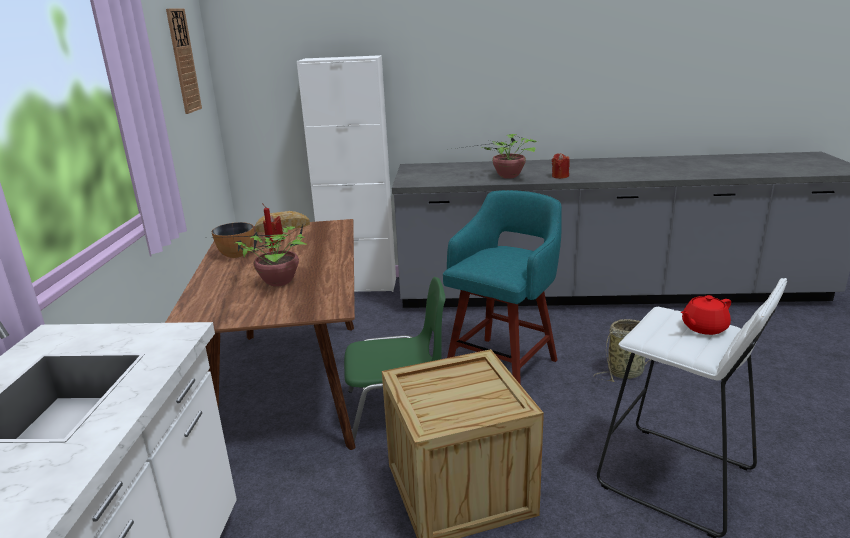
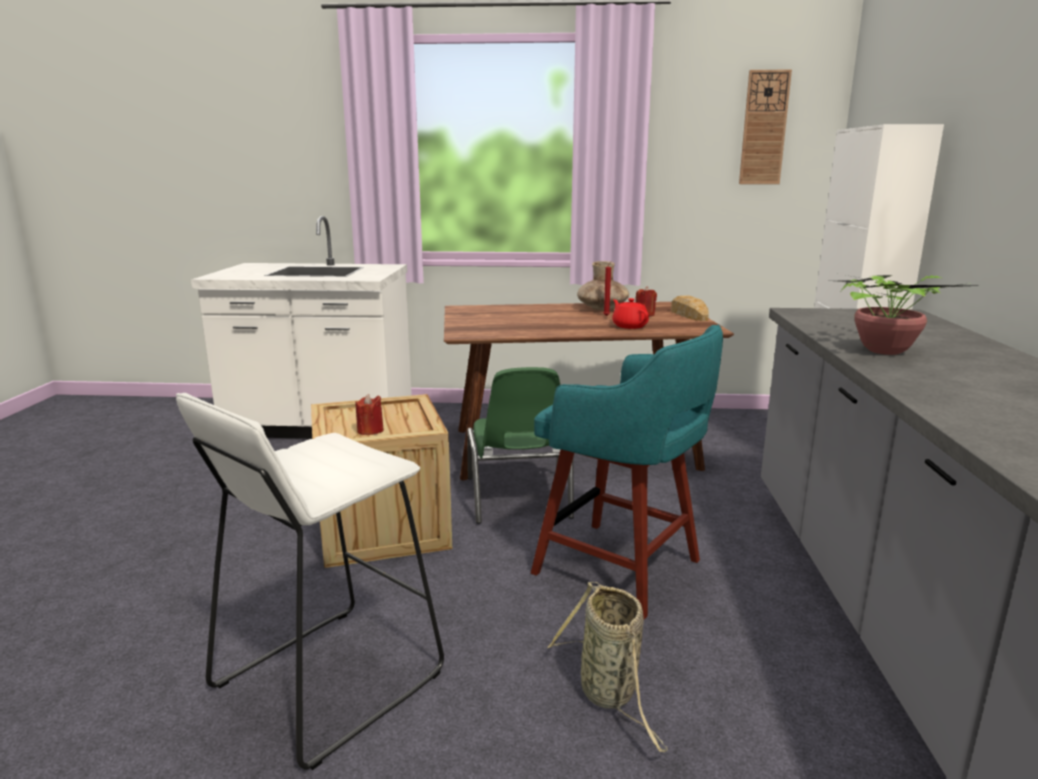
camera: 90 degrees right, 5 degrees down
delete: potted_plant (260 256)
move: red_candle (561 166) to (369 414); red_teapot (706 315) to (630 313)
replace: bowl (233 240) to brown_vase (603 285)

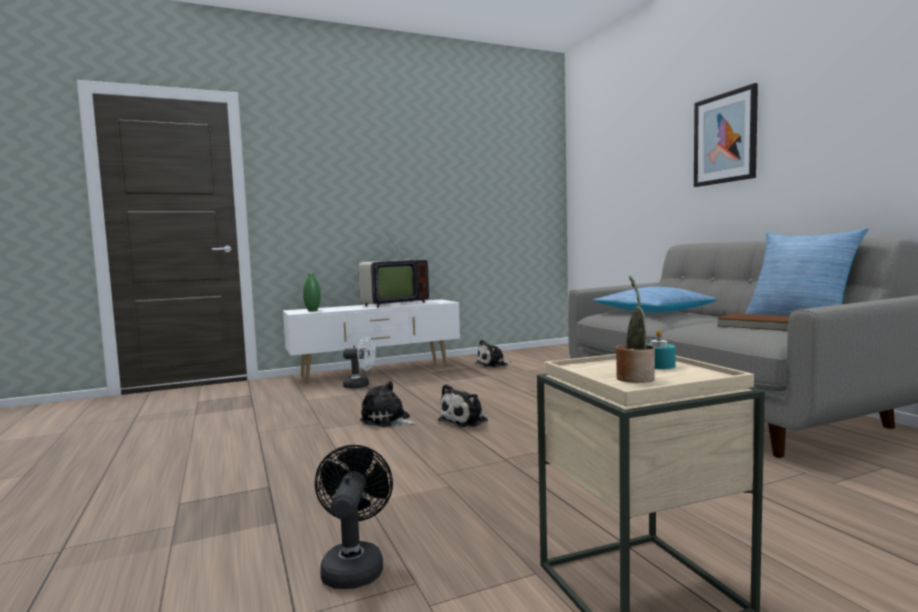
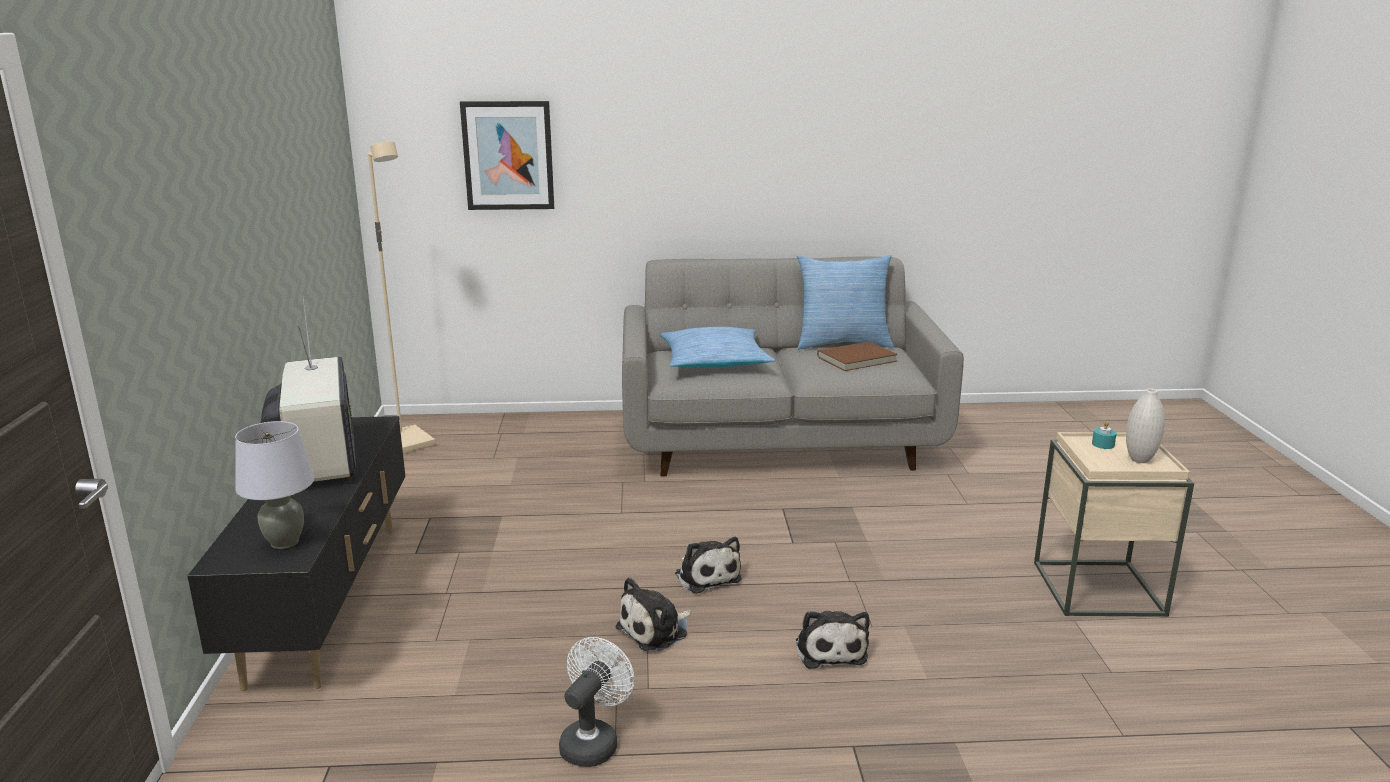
camera: 70 degrees left, 15 degrees up
delete: black_fan (354 517)
insert: beige_floor_lamp (401 297)
move: picture (726 135) to (507 155); white_fan (359 362) to (597 702); plush_toy (493 354) to (833 640)
replace: green_vase (312 292) to grey_table_lamp (274 485); potted_plant (635 329) to white_vase (1145 425)
recolor: white_tv_stand (371 341) to black_tv_stand (296 553)

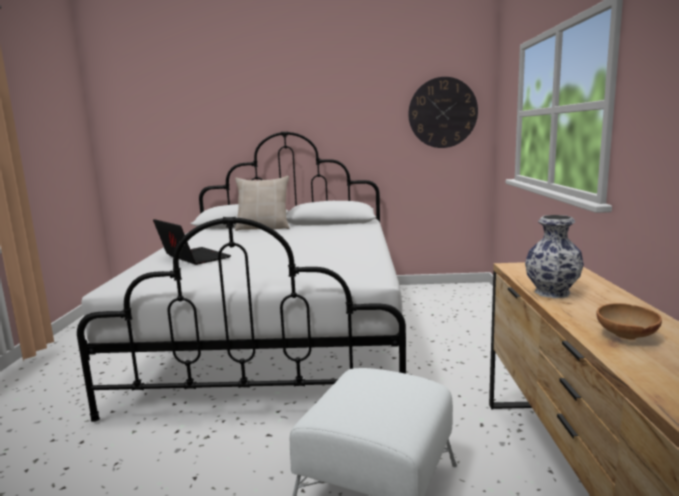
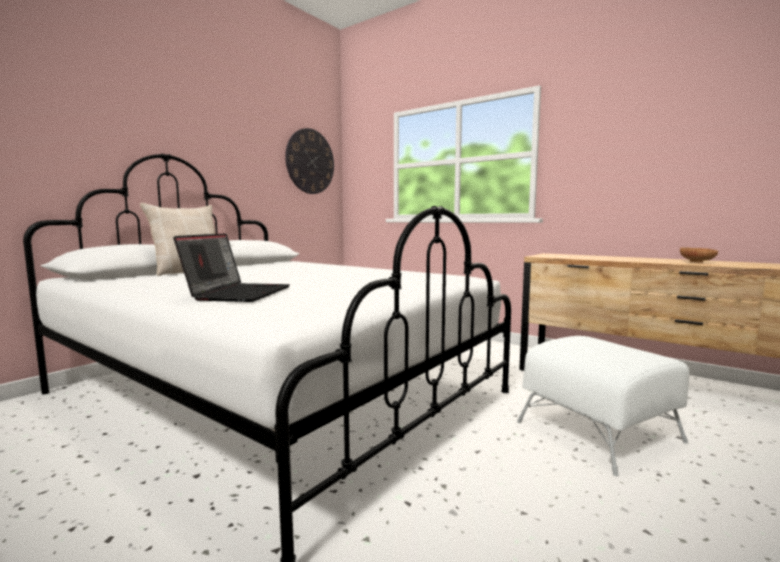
camera: 55 degrees left, 5 degrees down
delete: vase (554 256)
rotate: laptop (192 242) = (231 267) 105 degrees clockwise

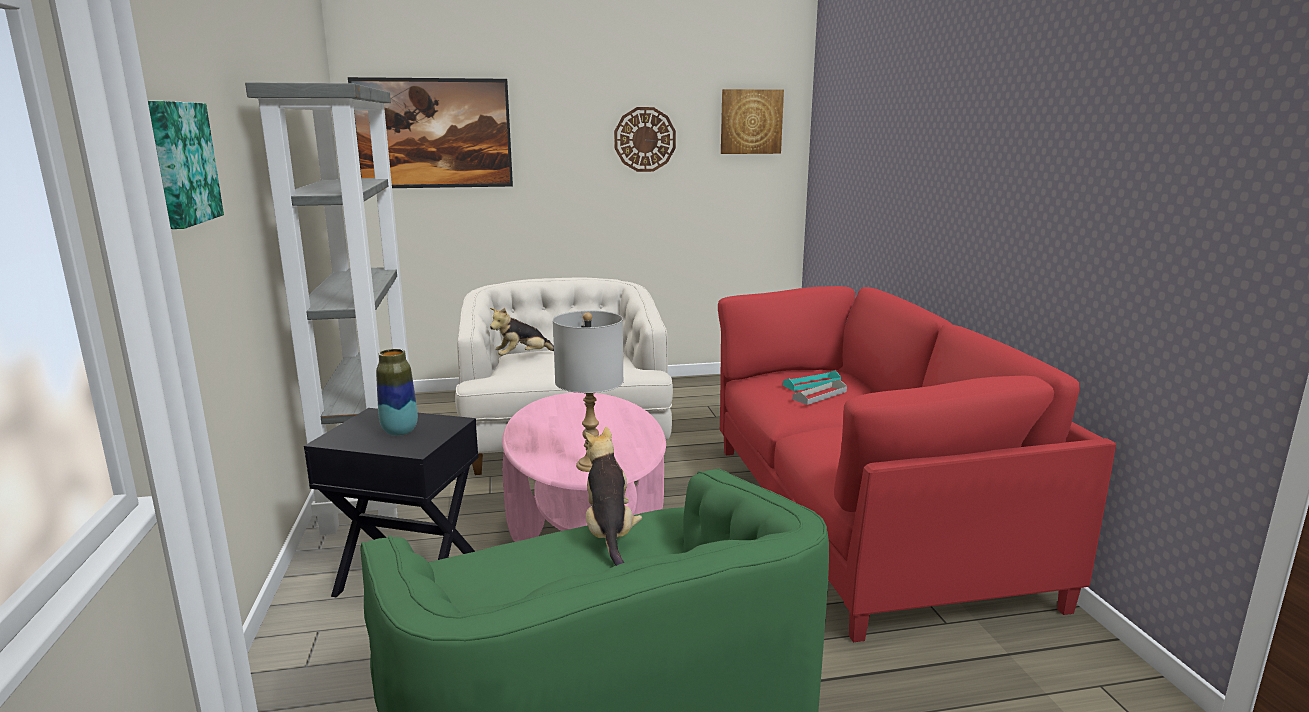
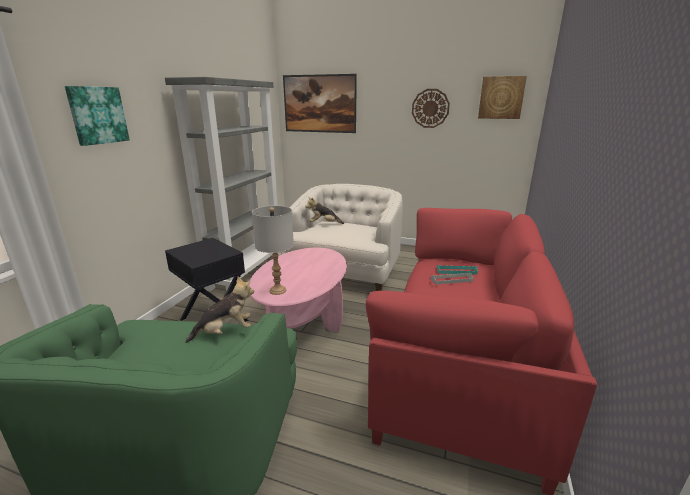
camera: 30 degrees right, 5 degrees up
delete: vase (397 392)
rotate: plush_toy (613 496) = (219 309) 45 degrees clockwise

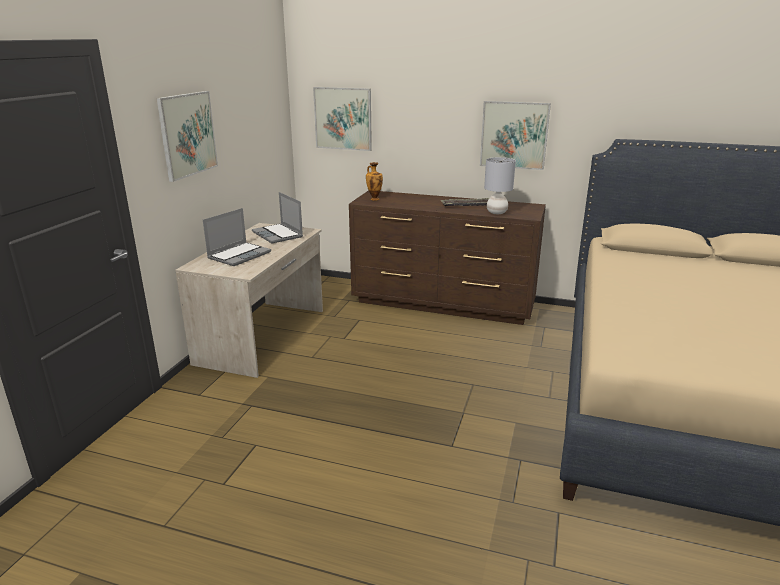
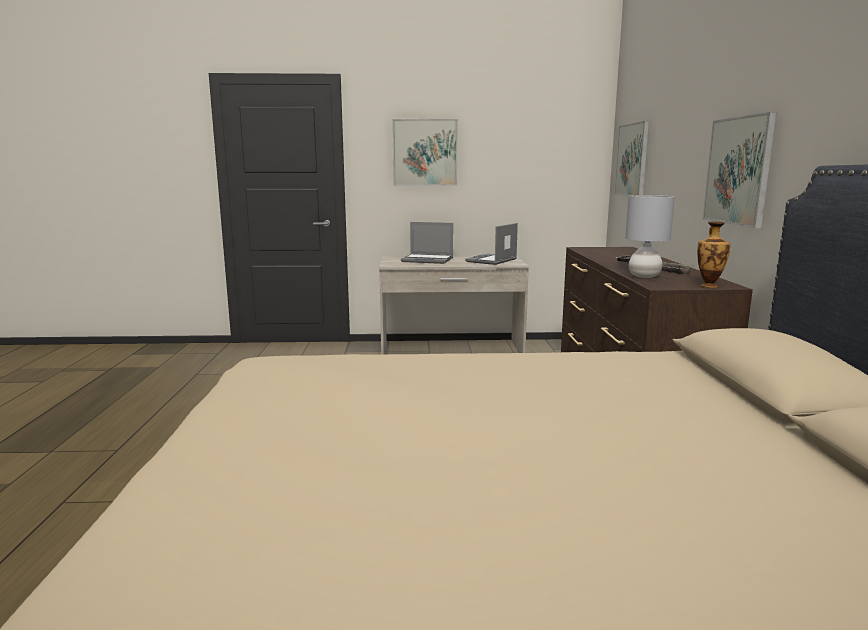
camera: 70 degrees right, 10 degrees down
move: vase (374 181) to (714 255)

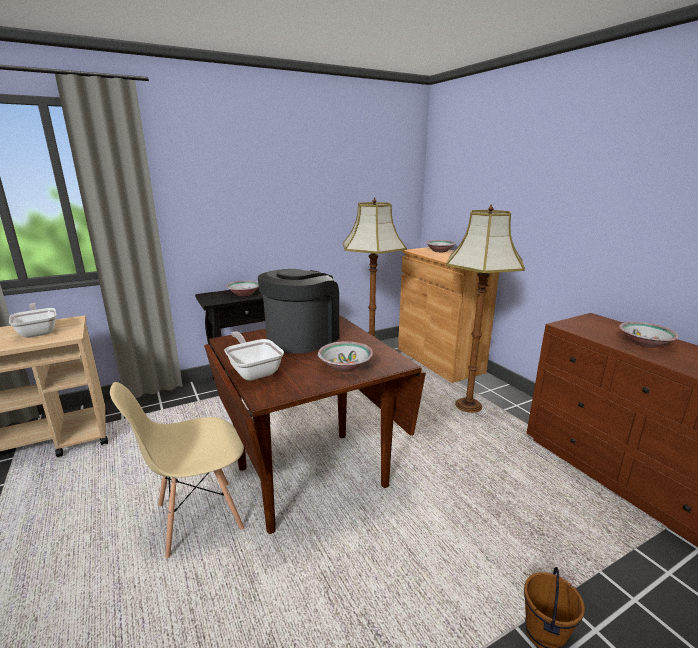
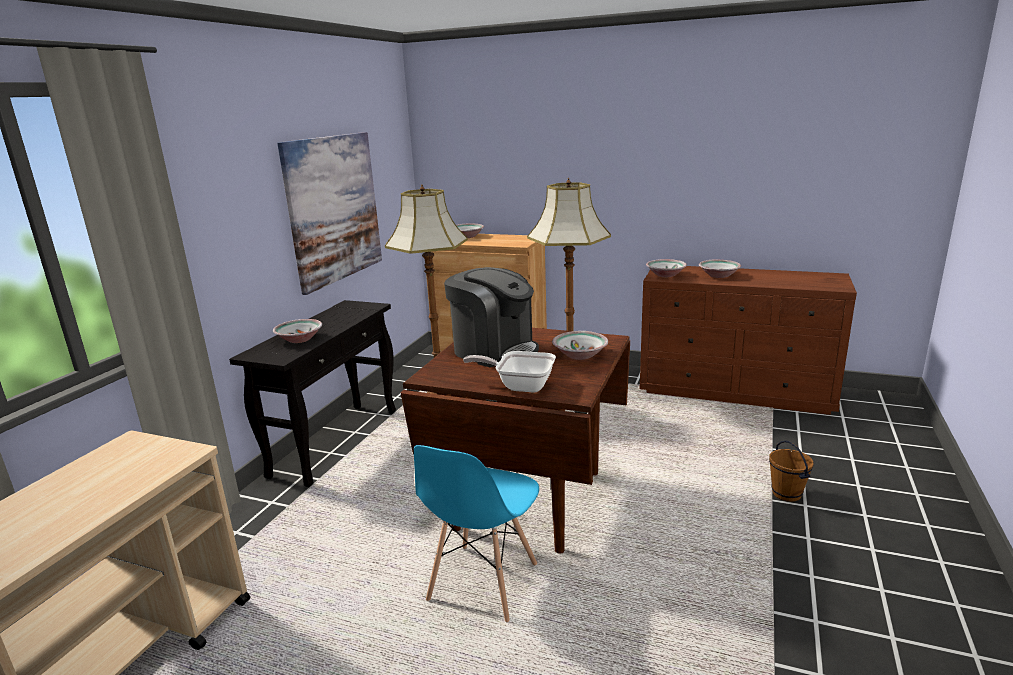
camera: 40 degrees left, 0 degrees up
delete: frying_pan (32 320)
insert: picture (329 213); bowl (666 268)
recolor: beige_chair (177 470) to blue_chair (476 534)
rotate: coffee_machine (298 311) = (491 317) 135 degrees clockwise

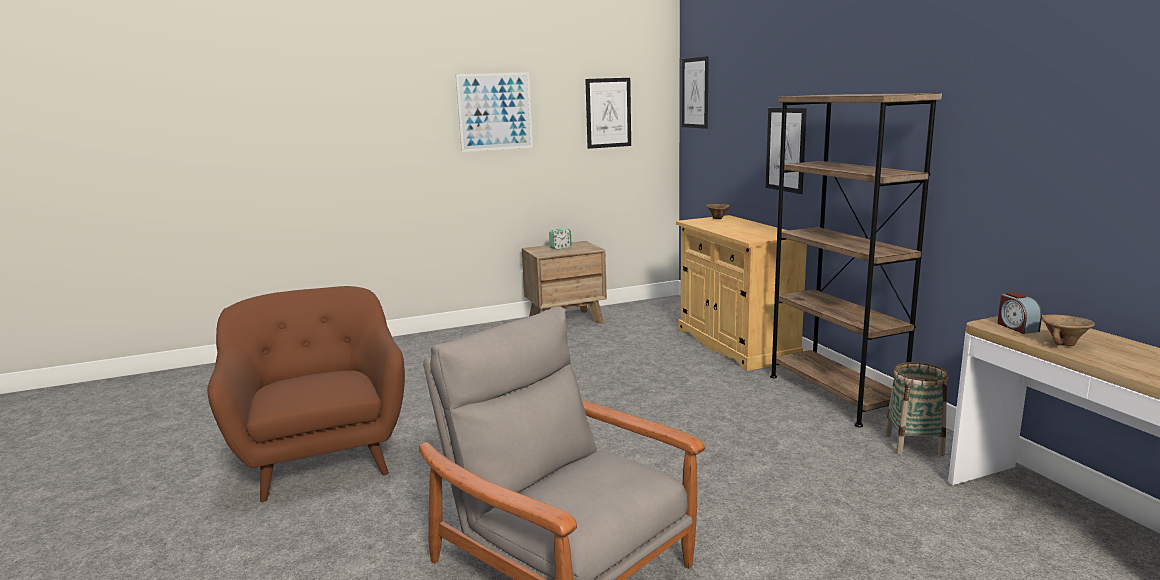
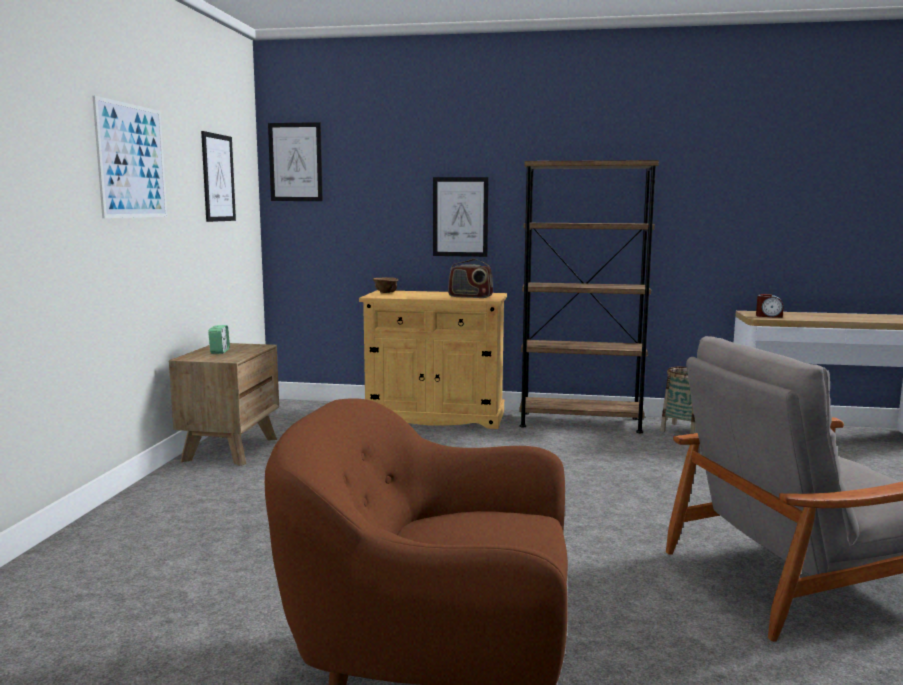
camera: 60 degrees left, 5 degrees down
delete: brown_bowl (1068 330)
insert: radio (470 278)

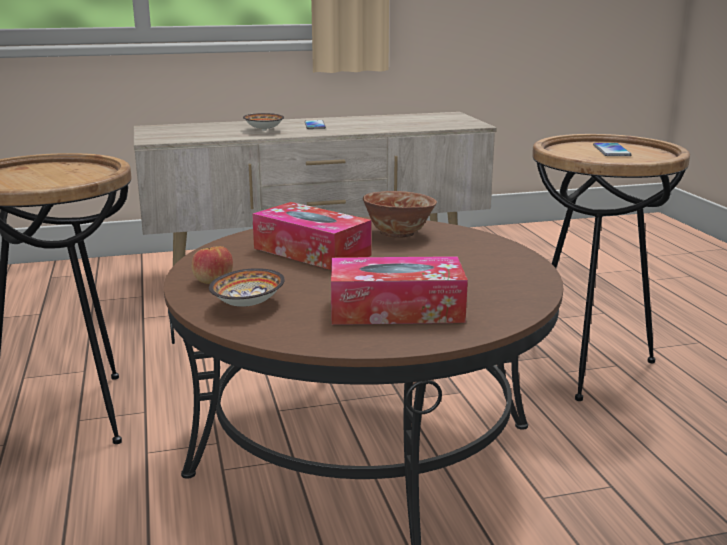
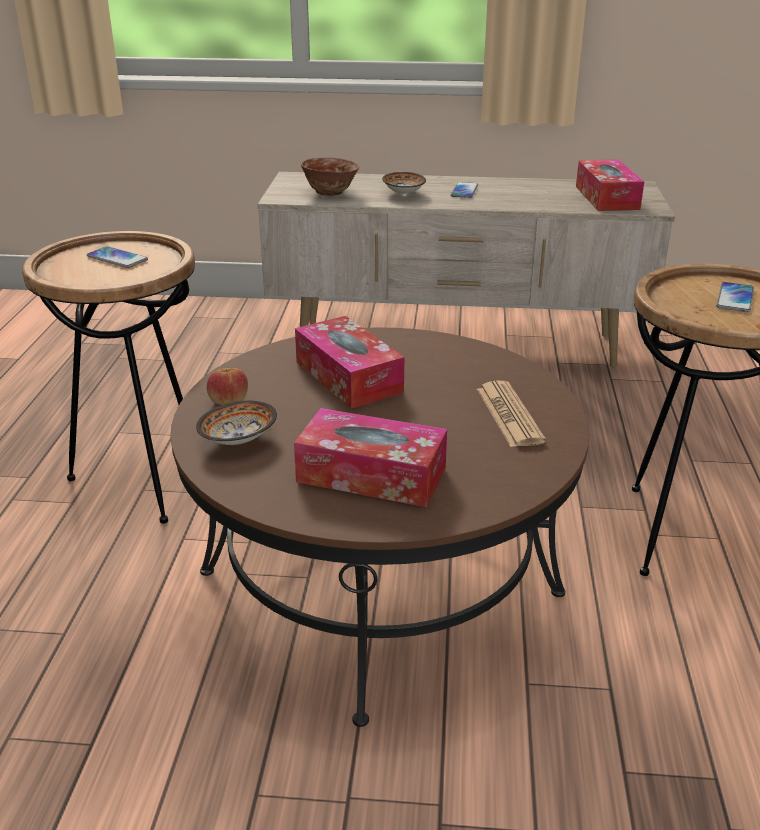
camera: 20 degrees right, 10 degrees up
insert: tissue_box (610 185); phone (117 257); newspaper (511 414)
move: bowl (400 214) to (330 177)

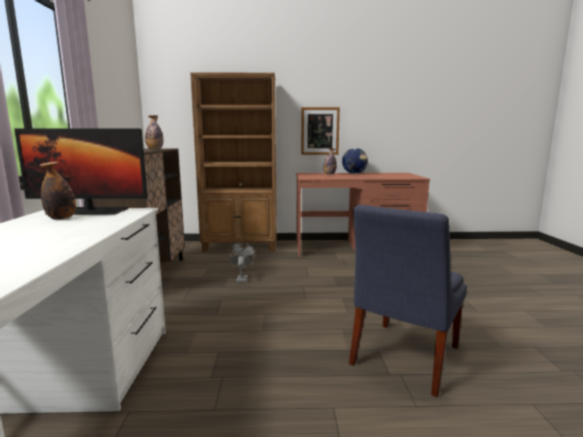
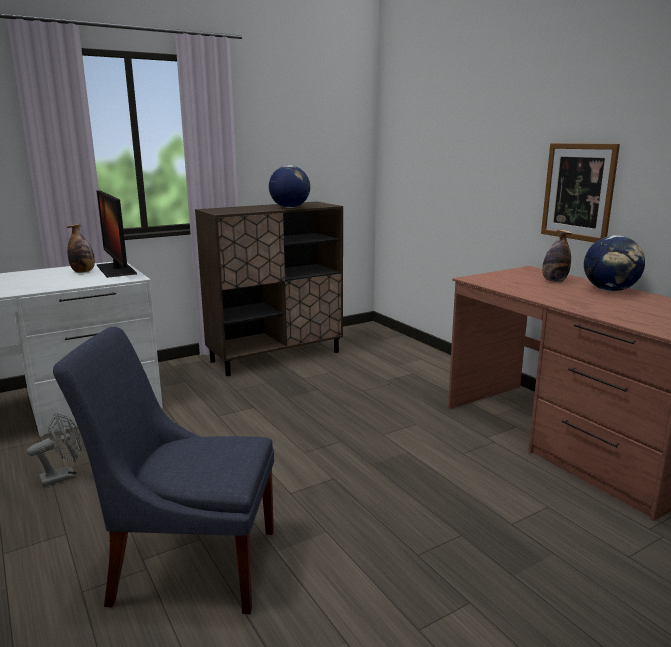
camera: 60 degrees right, 5 degrees up
delete: brown_bookcase (233 162)
move: grey_fan (242 262) to (54 449)
replace: bottle (154 132) to globe (289 186)

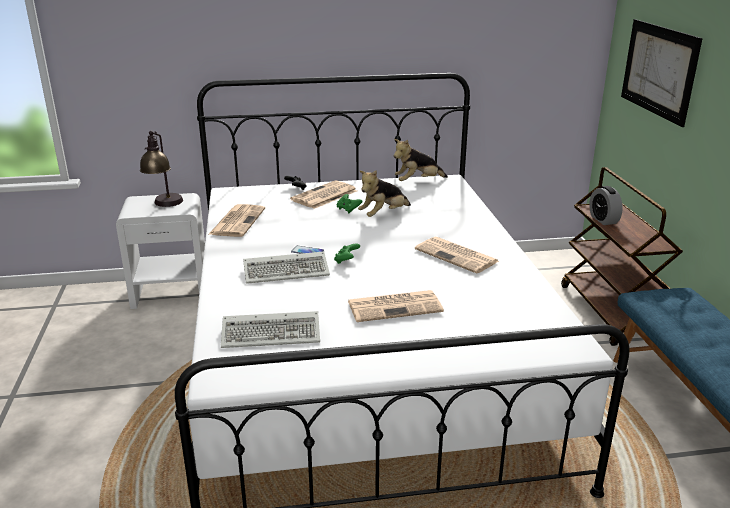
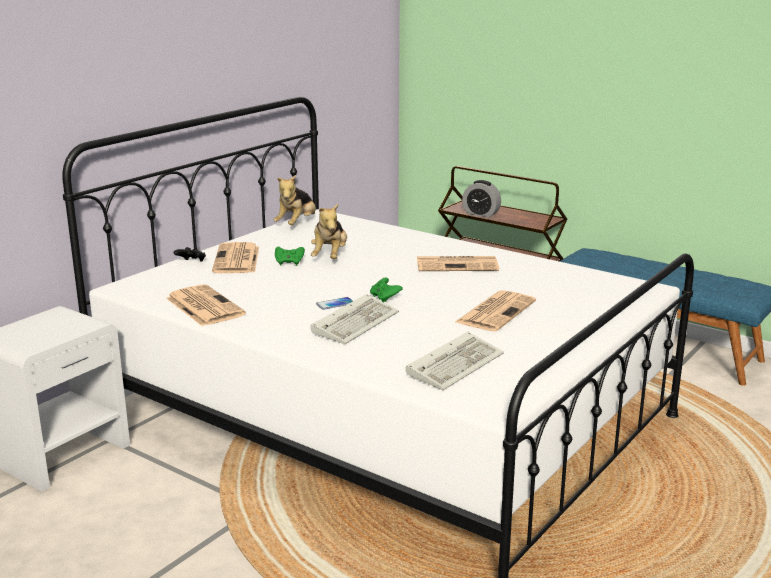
camera: 45 degrees left, 5 degrees down
delete: picture (662 73); table_lamp (161 169)

